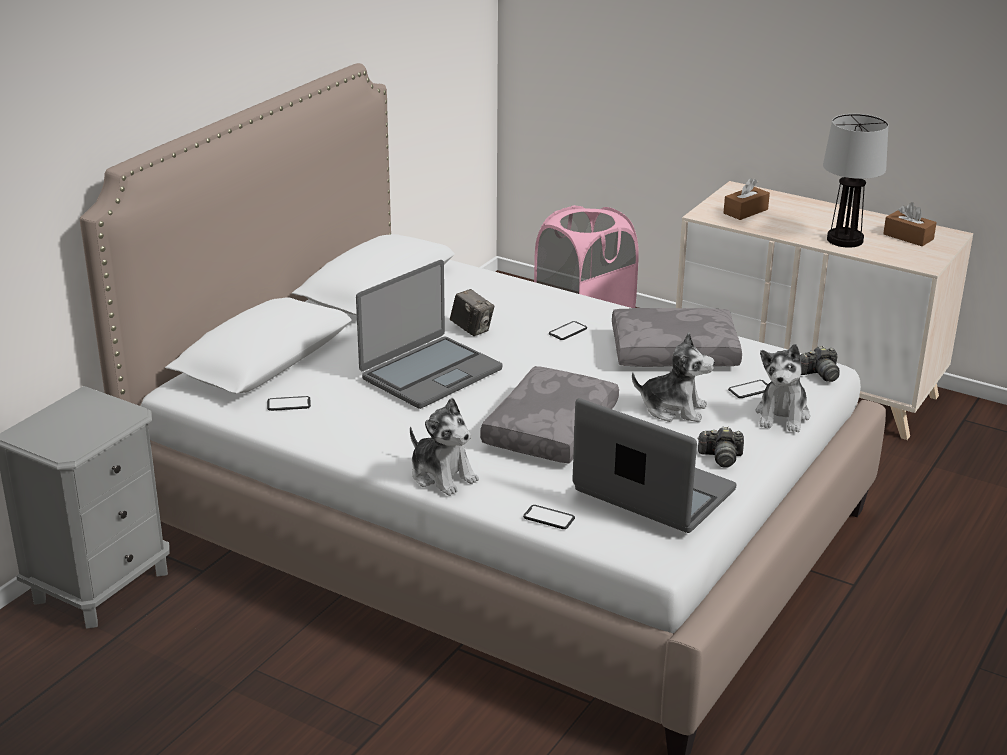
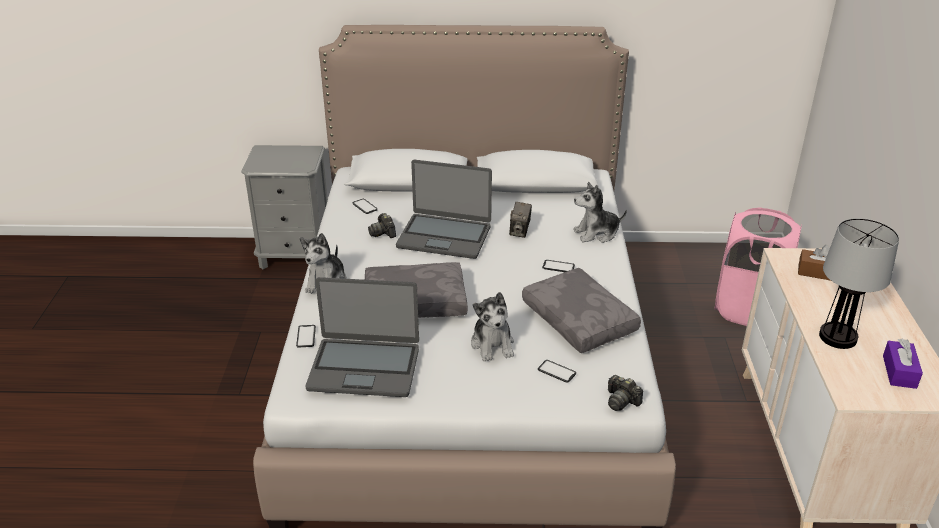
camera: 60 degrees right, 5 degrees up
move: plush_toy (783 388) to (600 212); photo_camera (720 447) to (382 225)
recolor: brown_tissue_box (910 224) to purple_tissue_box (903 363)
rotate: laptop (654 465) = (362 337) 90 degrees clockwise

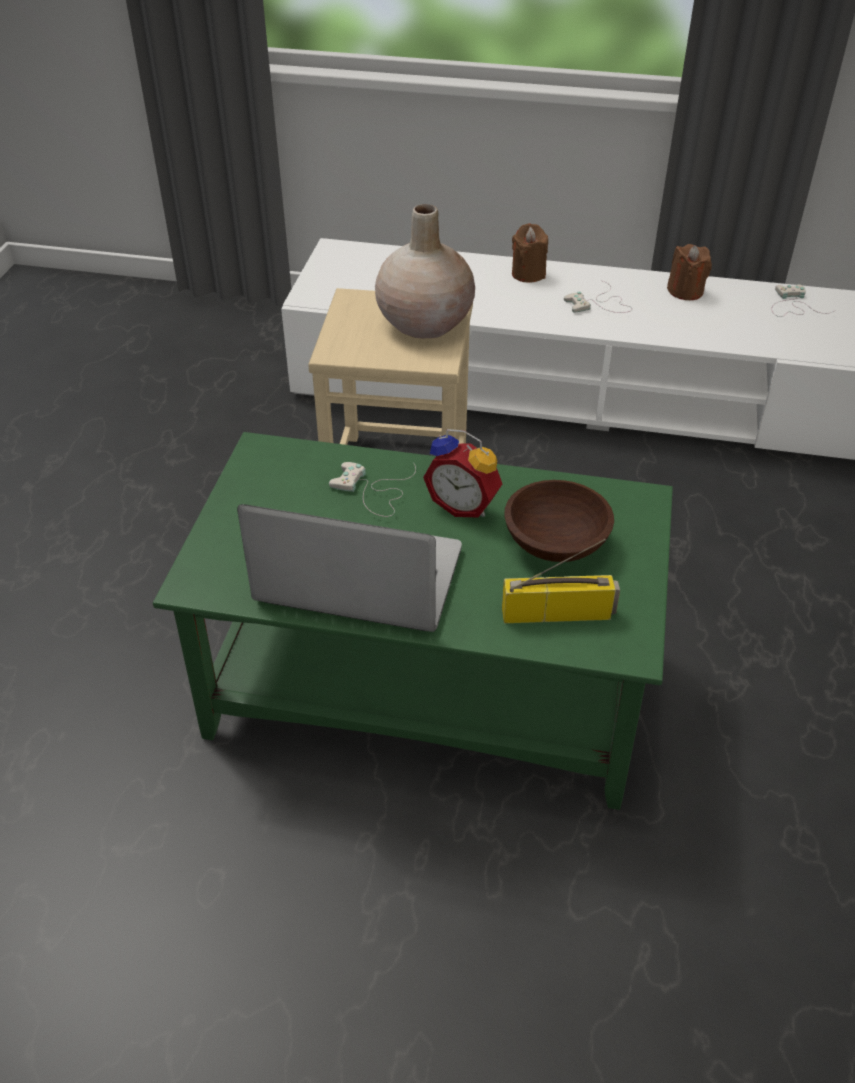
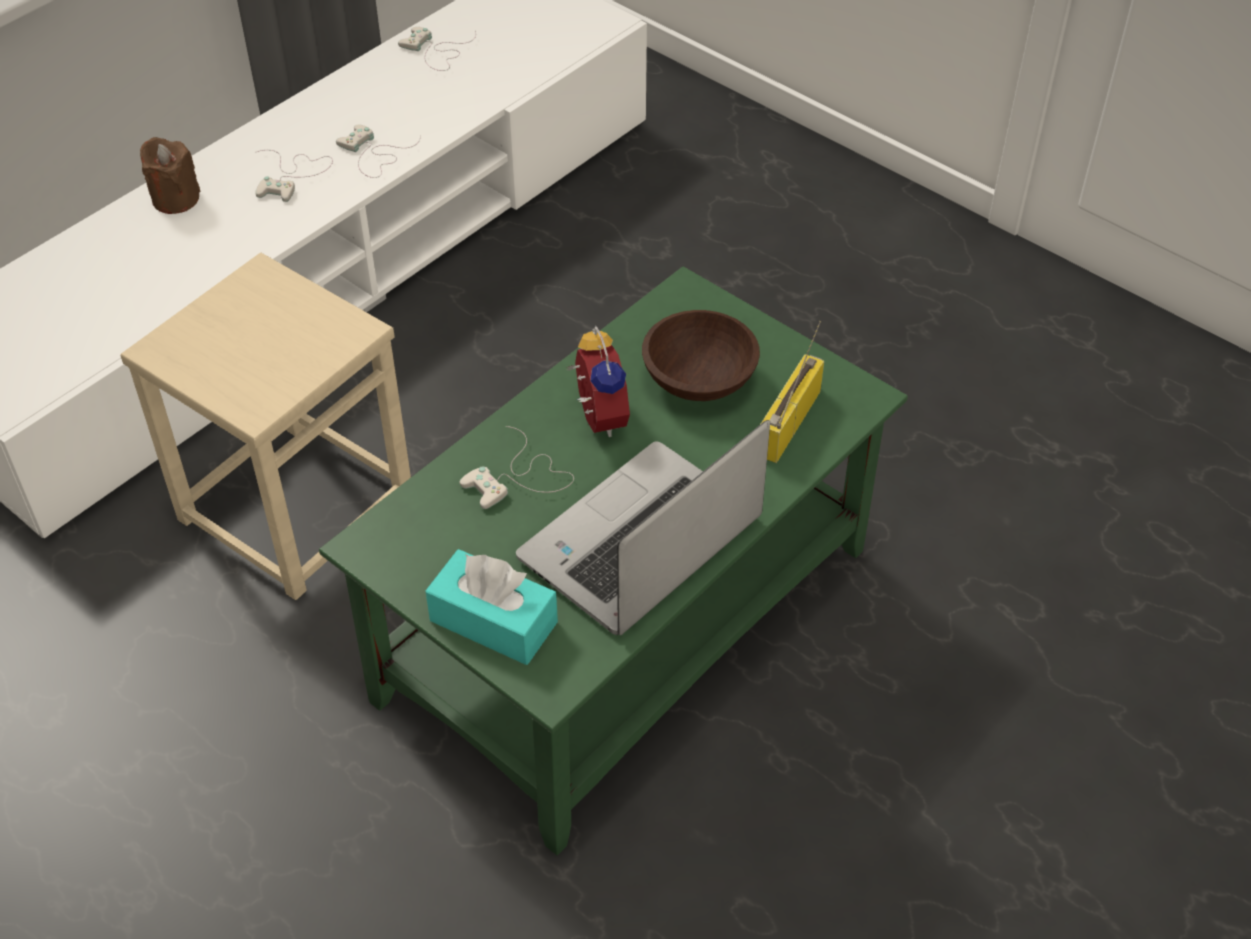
camera: 60 degrees left, 5 degrees up
delete: beige_vase (425 271); brown_candle (689 272)
insert: white_game_controller (378 151); turquoise_tissue_box (492 607)
rotate: alarm_clock (462 473) = (598 381) 75 degrees counterclockwise

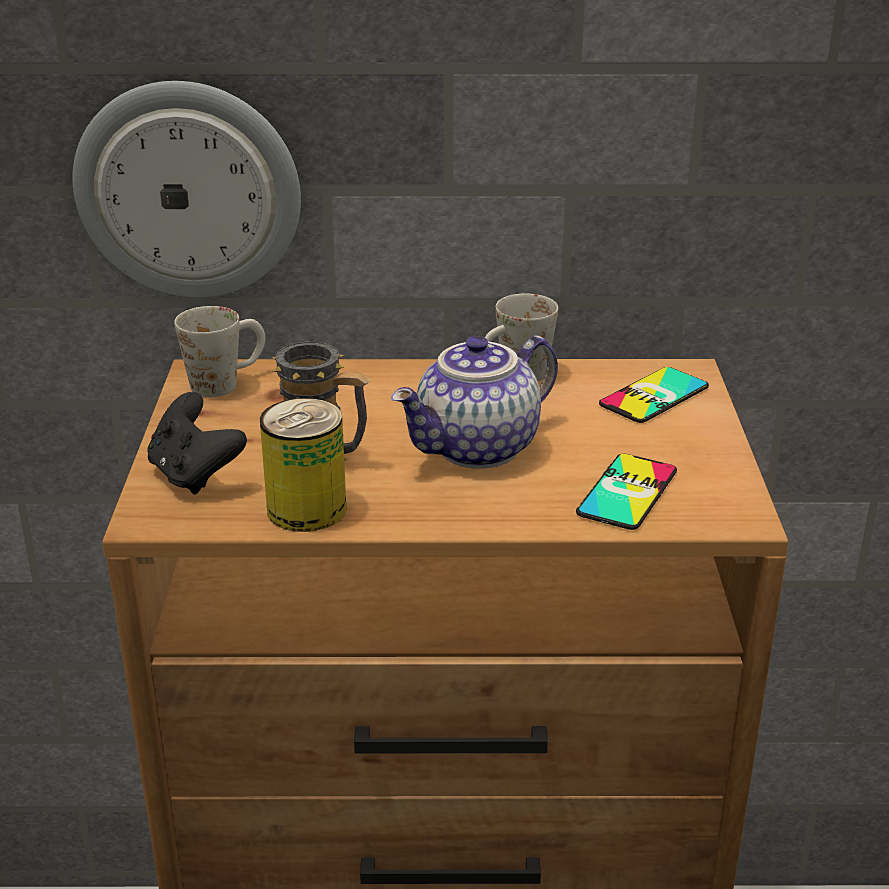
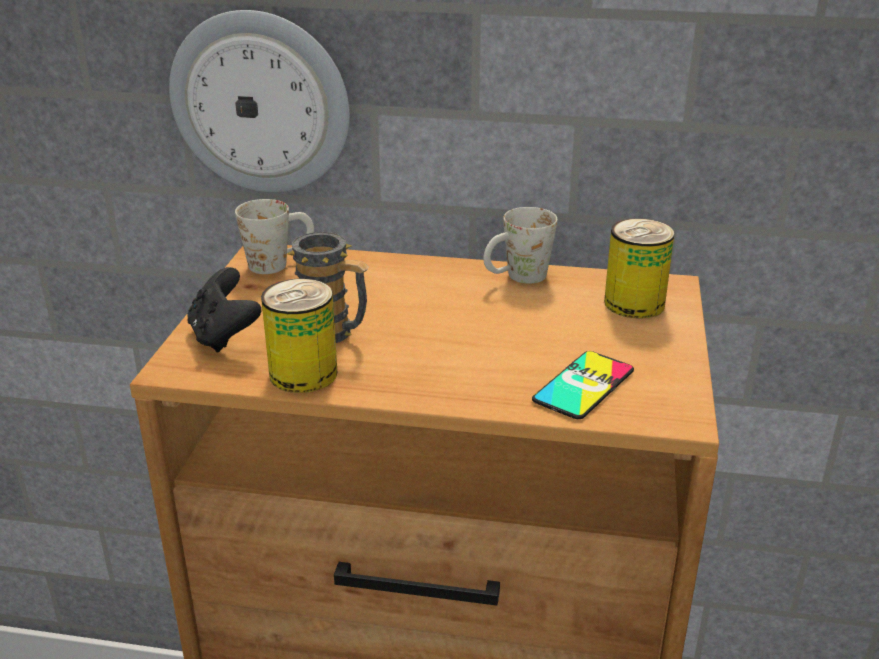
camera: 10 degrees right, 0 degrees up
delete: teapot (474 402)
replace: phone (654 395) to can (639 268)

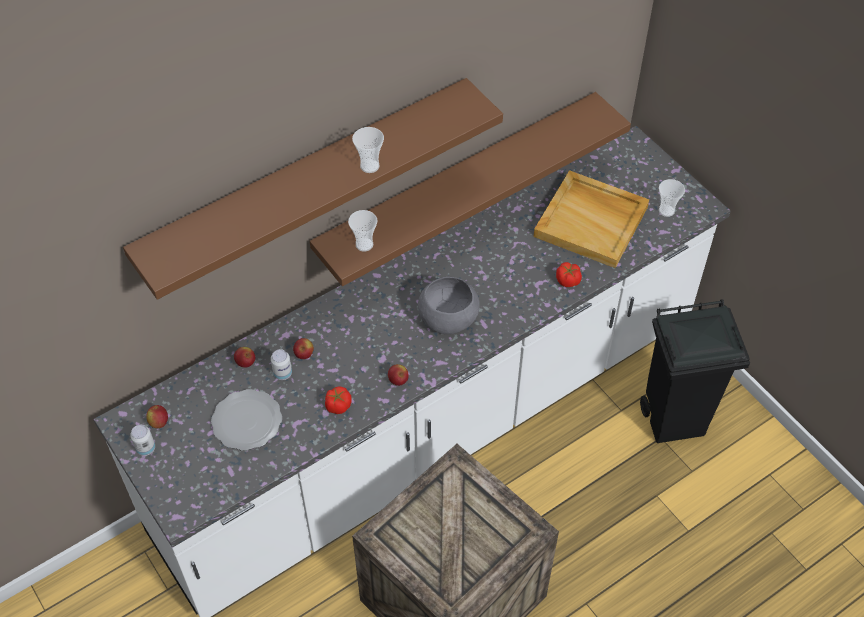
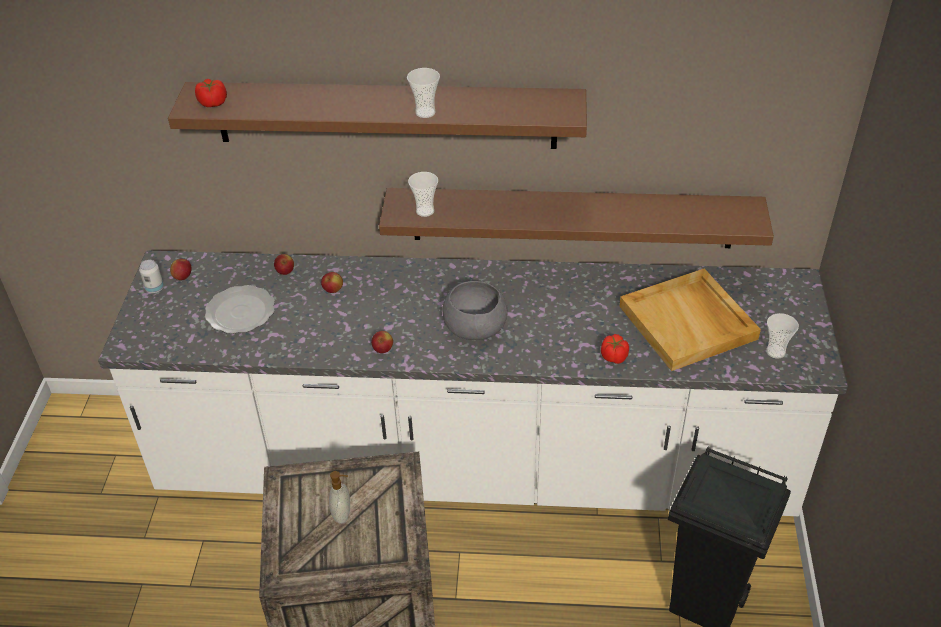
camera: 40 degrees right, 10 degrees down
delete: can (281 364)
insert: soap_dispenser (339 497)
move: tomato (338 400) to (211 93)

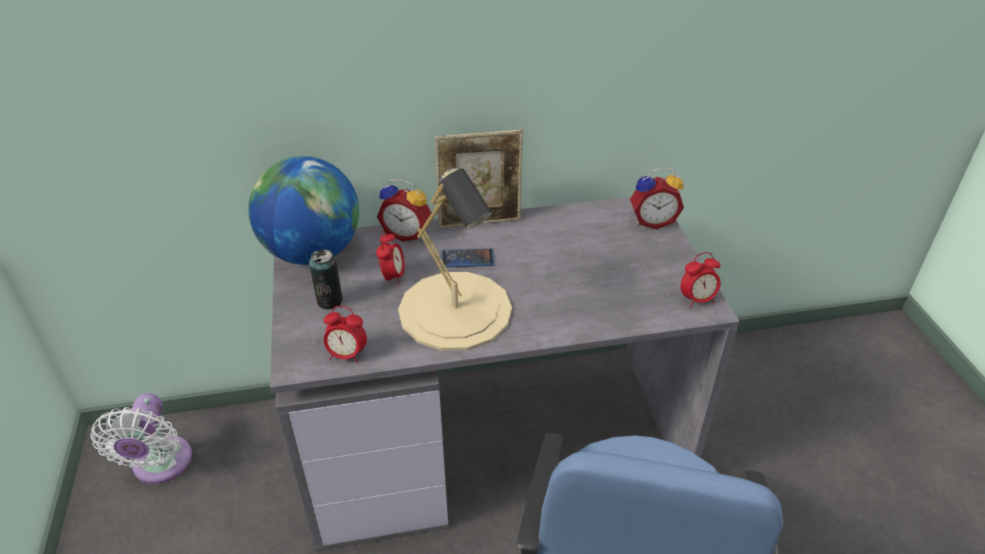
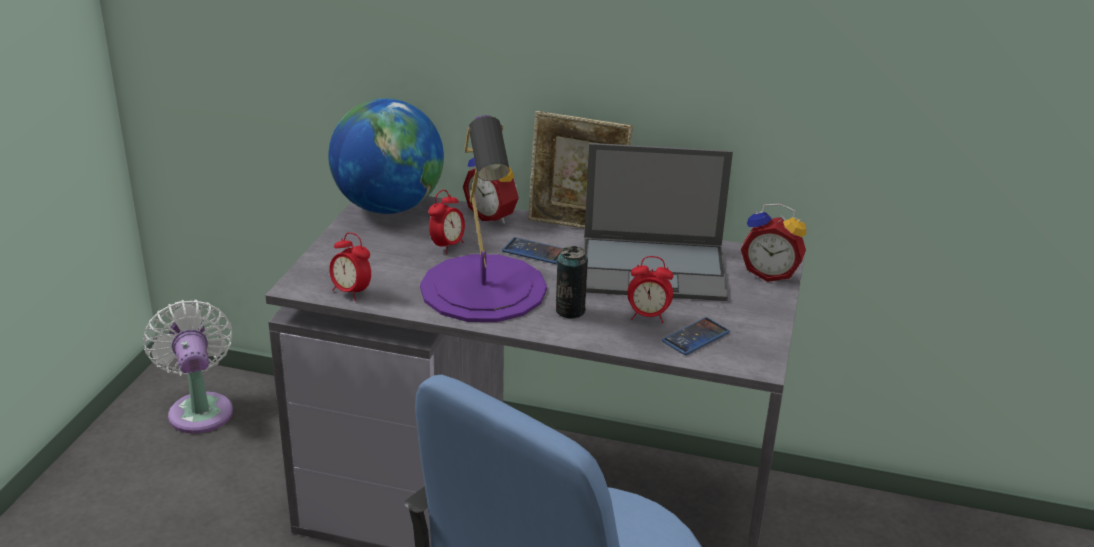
camera: 25 degrees right, 10 degrees down
insert: laptop (658 222); phone (696 336)
move: can (326 279) to (572 282); alarm_clock (700 280) to (650 289)
recolor: beige_table_lamp (455 259) to purple_table_lamp (483 218)
rotate: white_fan (141 438) = (188 367) 135 degrees clockwise

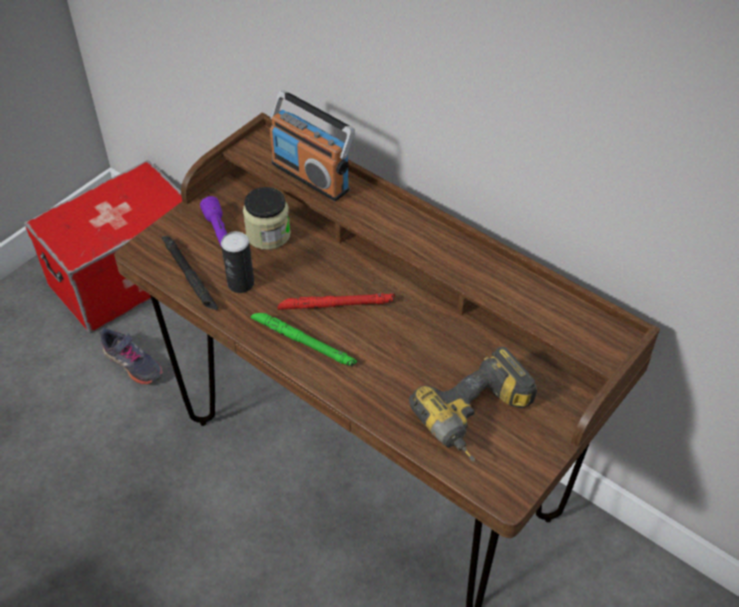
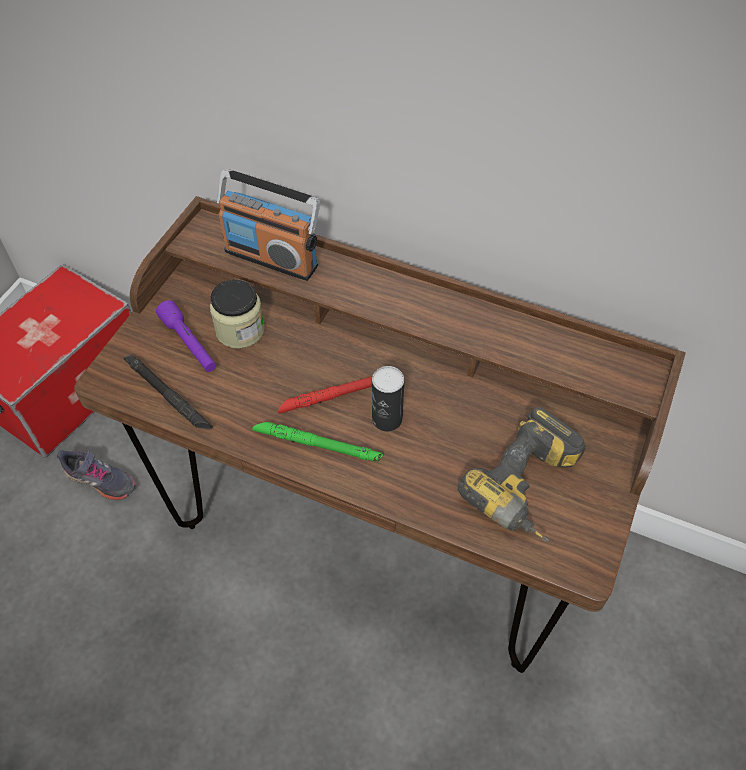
camera: 15 degrees left, 5 degrees up
move: can (237 262) to (388 399)

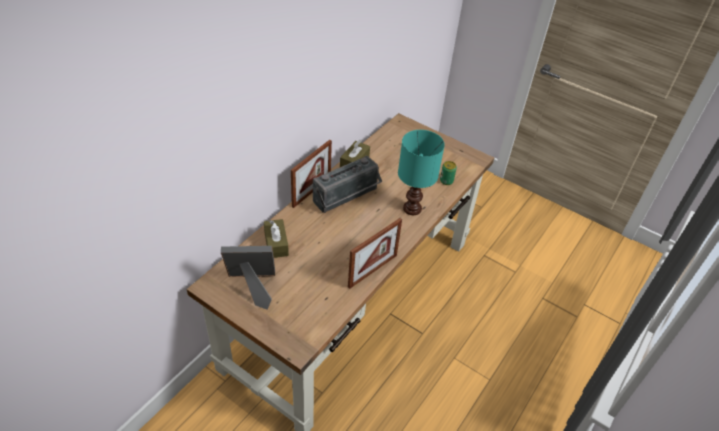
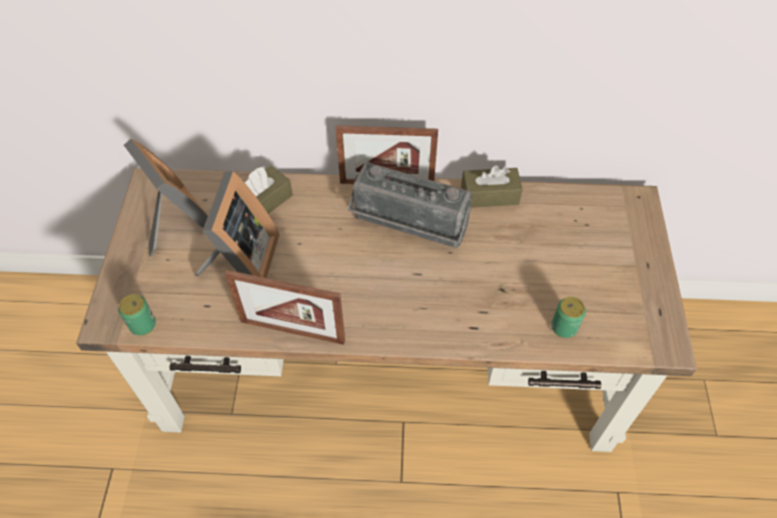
camera: 60 degrees right, 10 degrees up
delete: turquoise_table_lamp (421 172)
insert: picture_frame (237 224); can (137 315)

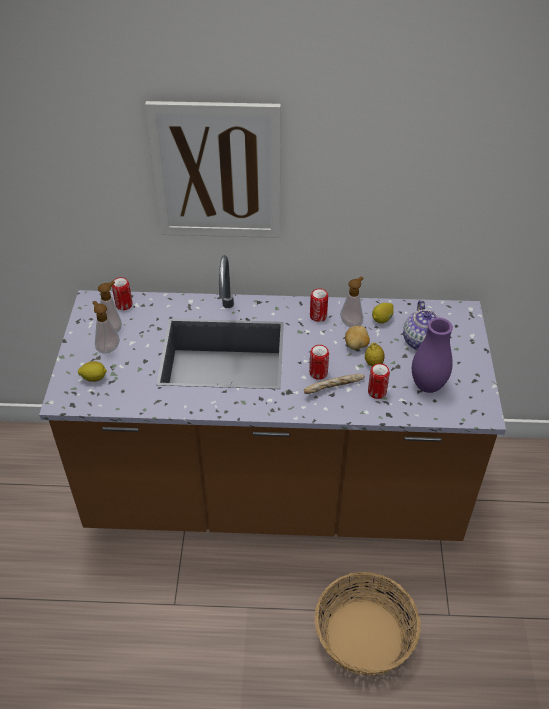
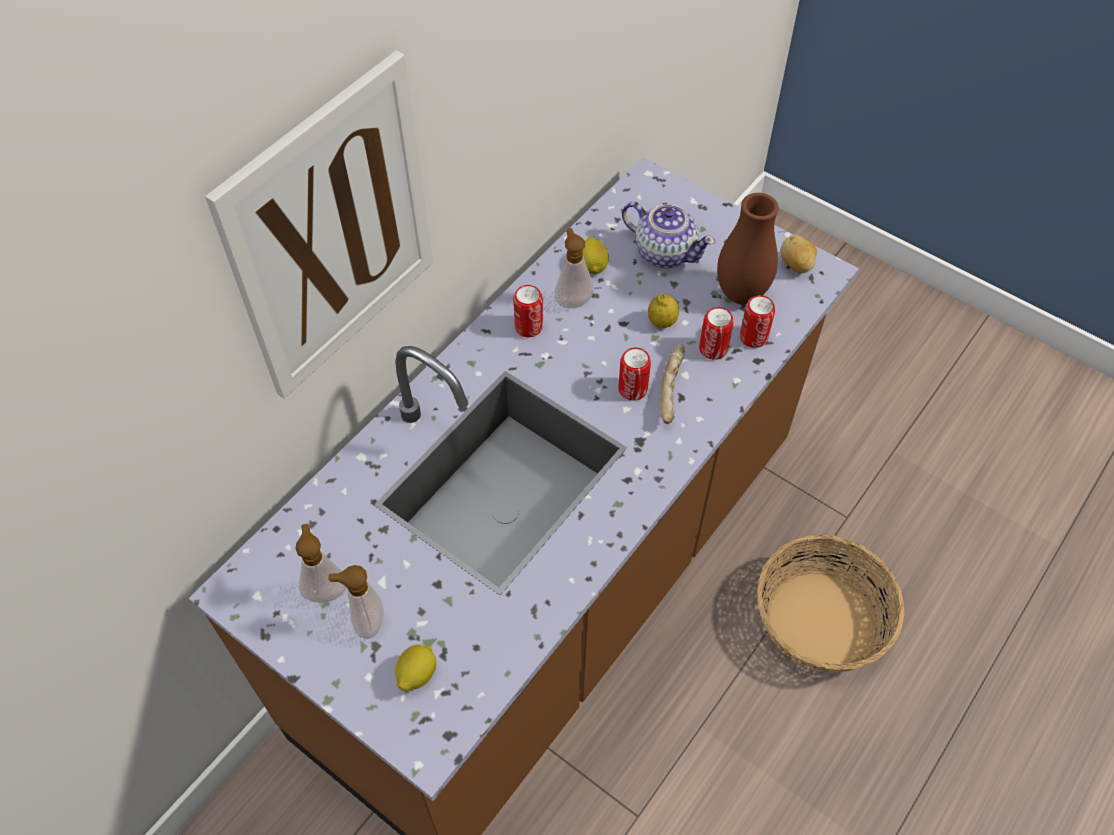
camera: 55 degrees left, 10 degrees up
move: can (122 293) to (757 321); potato (357 338) to (798 254)
recolor: purple_vase (432 355) to brown_vase (748 249)

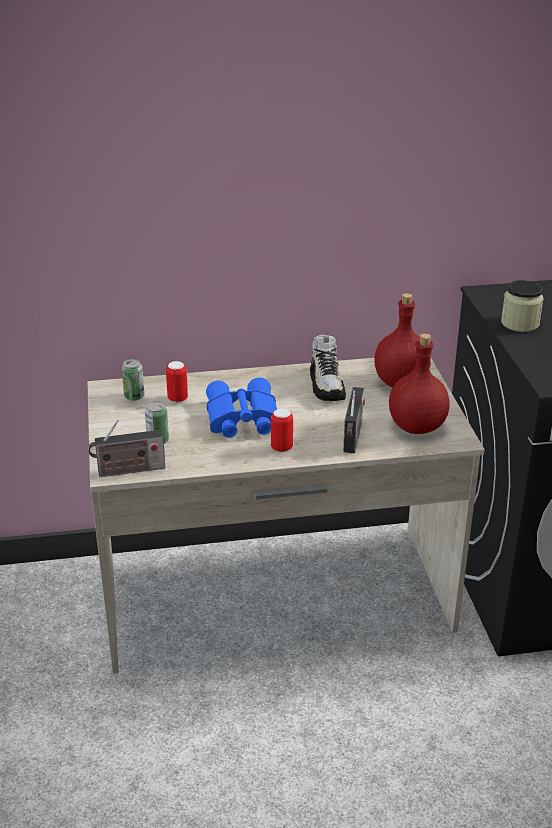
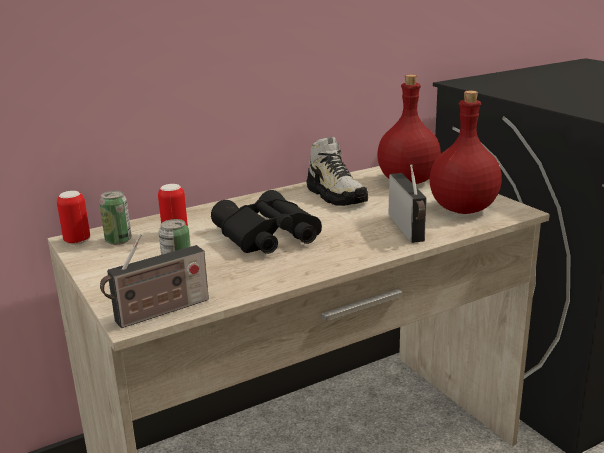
camera: 20 degrees left, 10 degrees down
delete: jar (522 306)
move: can (282 430) to (73 218)
recolor: blue_binoculars (241 408) to black_binoculars (266 222)

